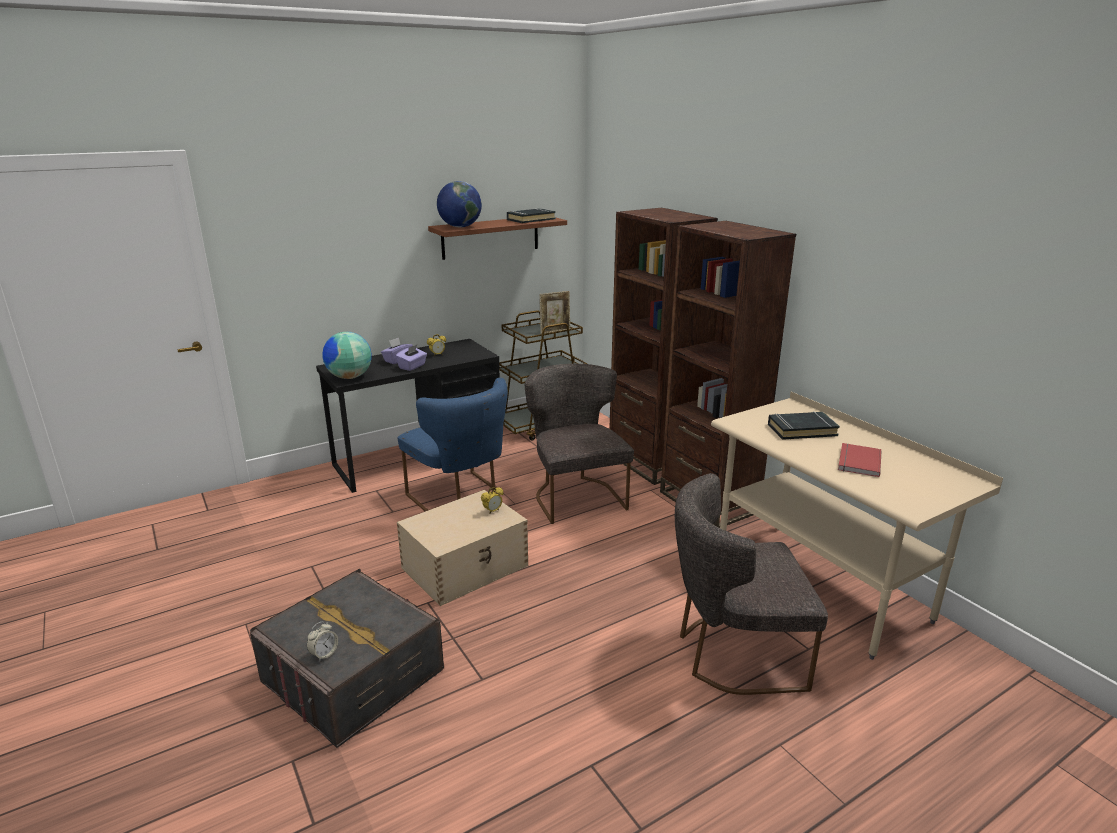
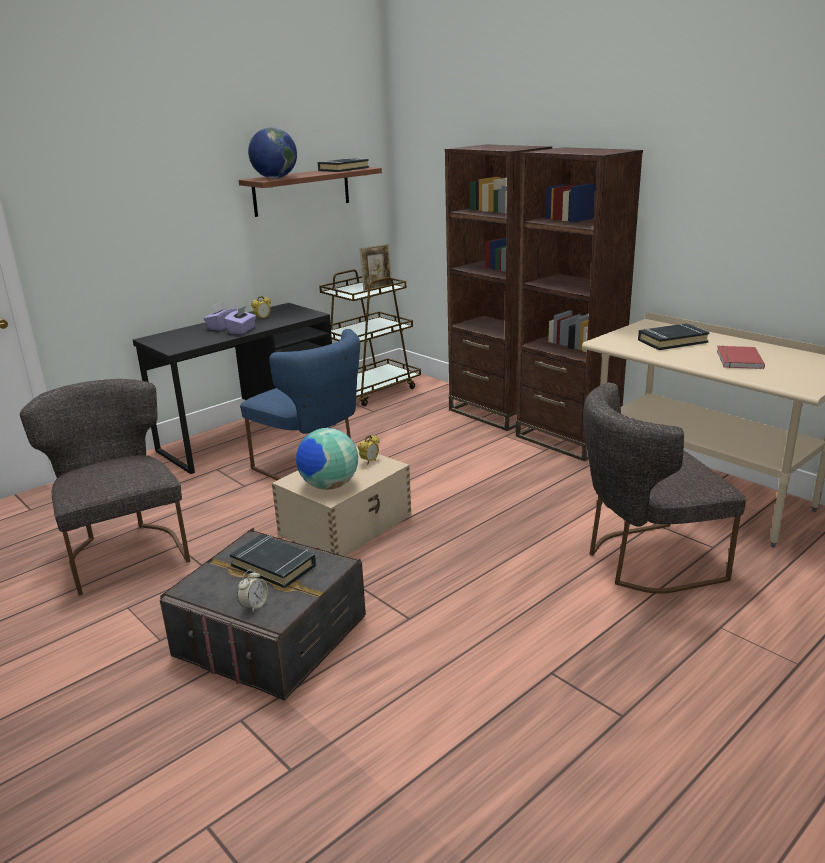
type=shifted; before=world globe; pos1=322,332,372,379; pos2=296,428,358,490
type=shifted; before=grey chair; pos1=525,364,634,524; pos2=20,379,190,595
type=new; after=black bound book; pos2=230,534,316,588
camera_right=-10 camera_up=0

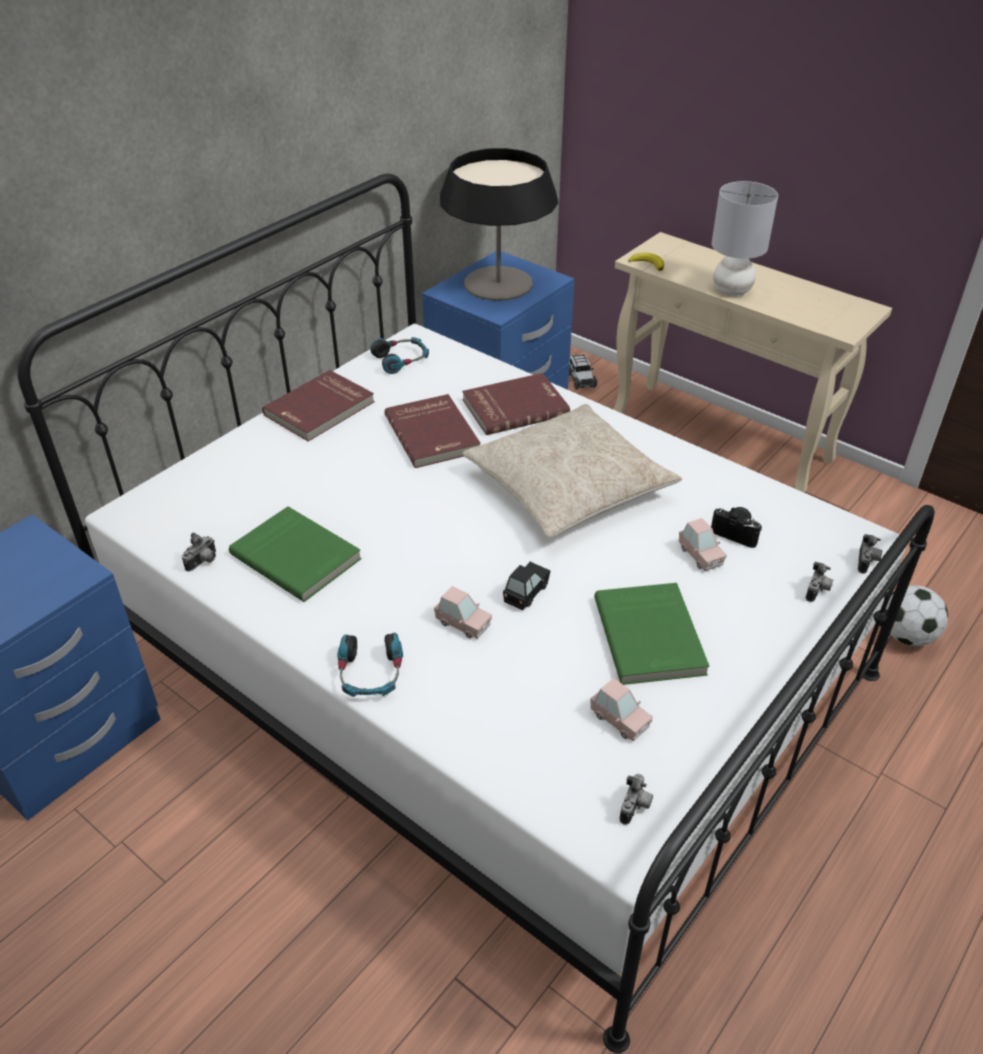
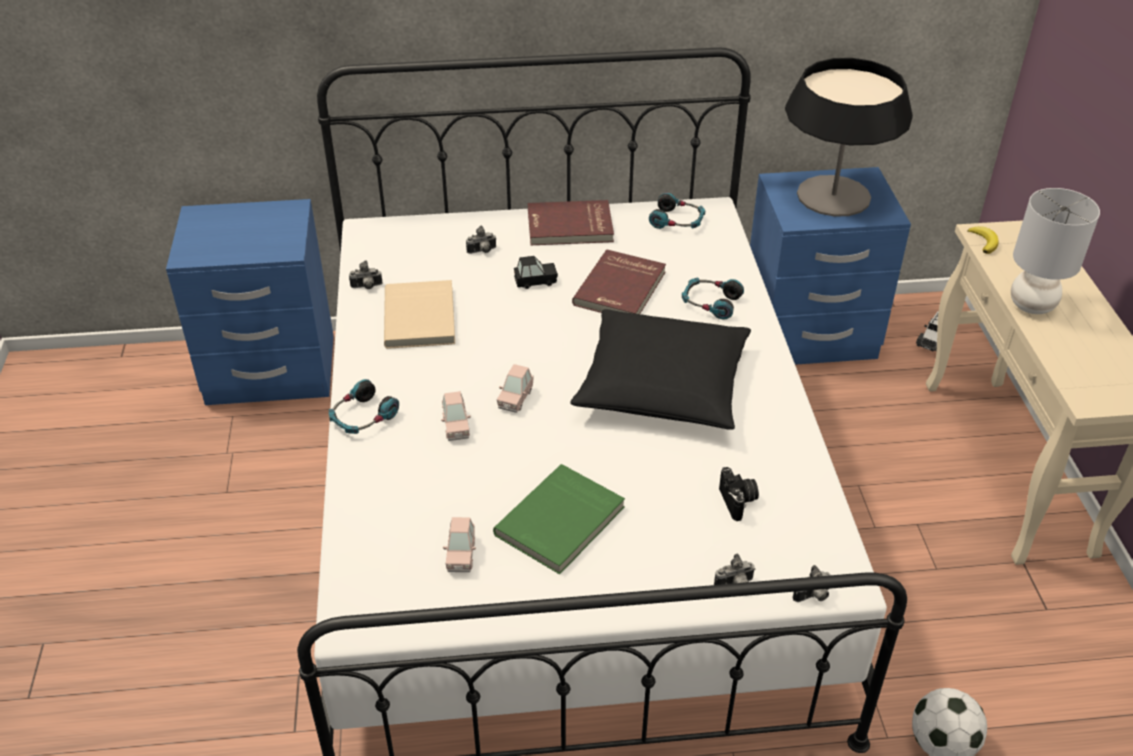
type=swapped; before=red bound book; after=headset; pos1=462,373,570,435; pos2=682,277,744,319
type=repainted; before=beige-coloured pillow; after=black pillow; pos1=462,404,682,538; pos2=570,309,751,430
type=repainted; before=green bound book; after=beige-coloured bound book; pos1=229,506,362,602; pos2=384,280,455,349
type=shifted; before=pink miniature car; pos1=679,518,727,571; pos2=497,364,534,413
type=shifted; before=black miniature car; pos1=503,562,550,610; pos2=514,256,558,289
type=shifted; before=photo camera; pos1=620,774,653,825; pos2=466,226,497,254
camera_right=45 camera_up=0

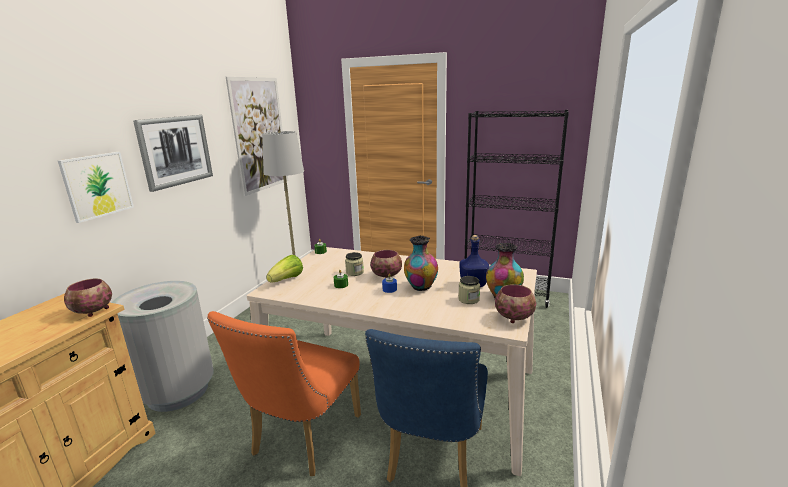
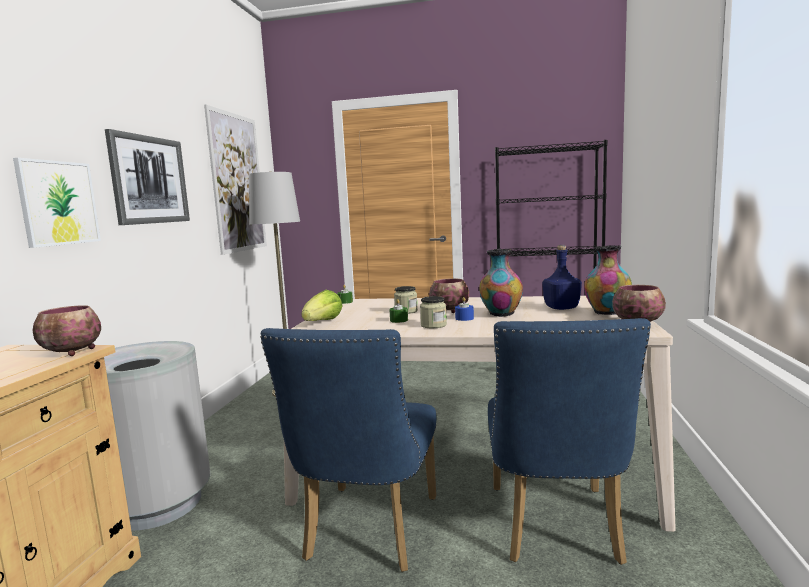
type=shifted; before=storage jar; pos1=458,276,480,304; pos2=420,296,447,328
type=repainted; before=orangey chair; after=blue-coloured chair; pos1=207,311,361,476; pos2=260,328,436,572
camera_right=-10 camera_up=-10

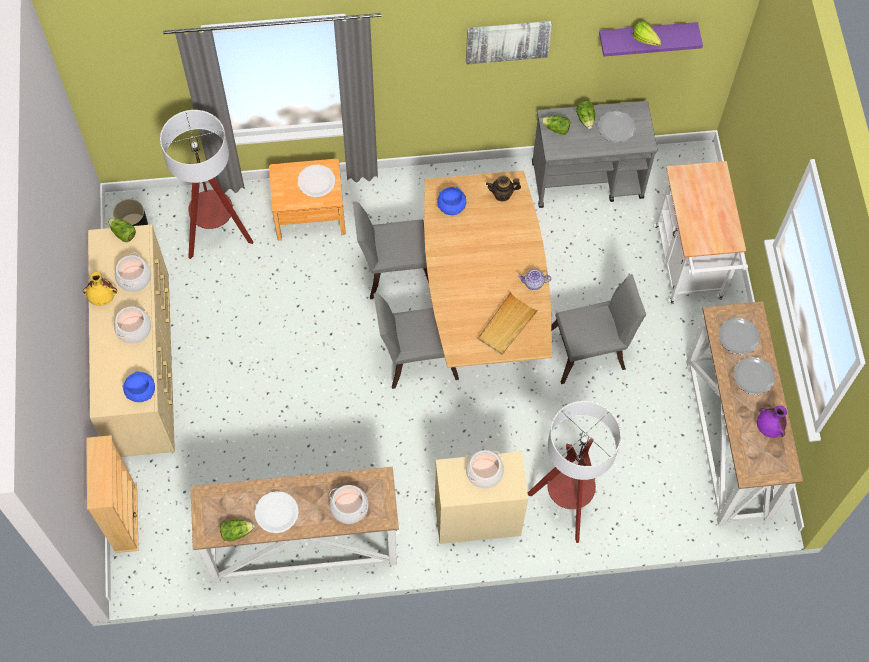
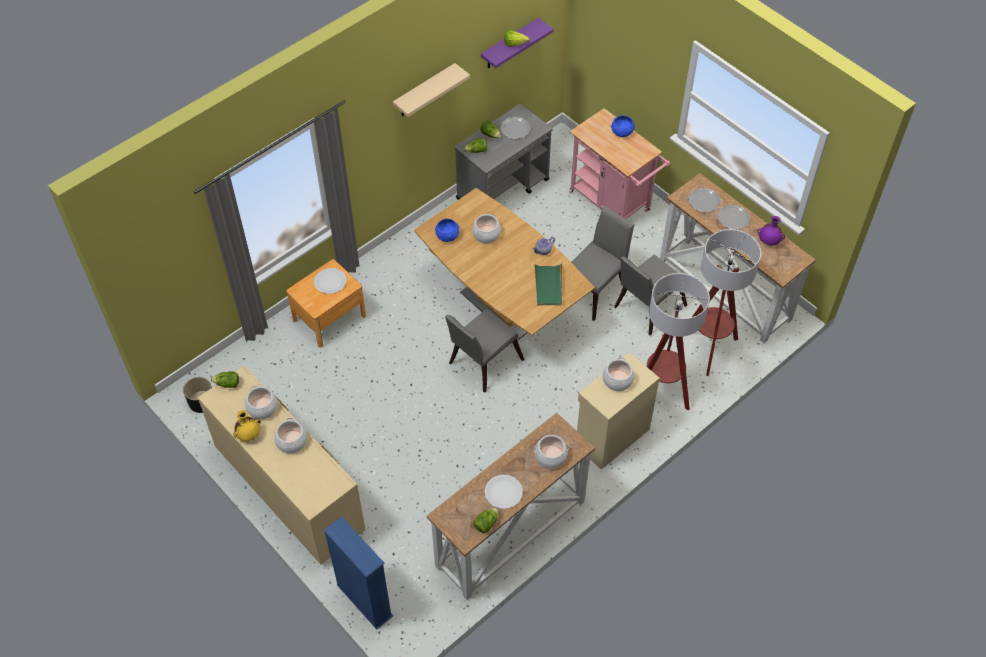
type=swapped; before=wall art; after=beige-coloured shelf; pos1=466,21,552,64; pos2=393,63,470,117
type=shifted; before=standard lamp; pos1=160,110,253,259; pos2=692,229,761,376
type=repainted; before=whitish cart; after=pink cart; pos1=653,161,748,304; pos2=569,108,670,219
type=gone; before=tea pot; pos1=486,176,521,202
type=shifted; before=grey chair; pos1=353,202,429,299; pos2=614,254,687,335
type=repainted; before=beige-coloured tray; after=green tray; pos1=478,292,538,355; pos2=534,263,562,305
type=shifted; before=blue-coloured serving bowl; pos1=122,371,155,402; pos2=611,115,635,137
type=repainted; before=beige-coloured shelving unit; after=blue-coloured shelving unit; pos1=86,435,139,553; pos2=324,516,393,629
type=new; after=stockpot; pos2=472,214,501,243
camera_right=-35 camera_up=-10

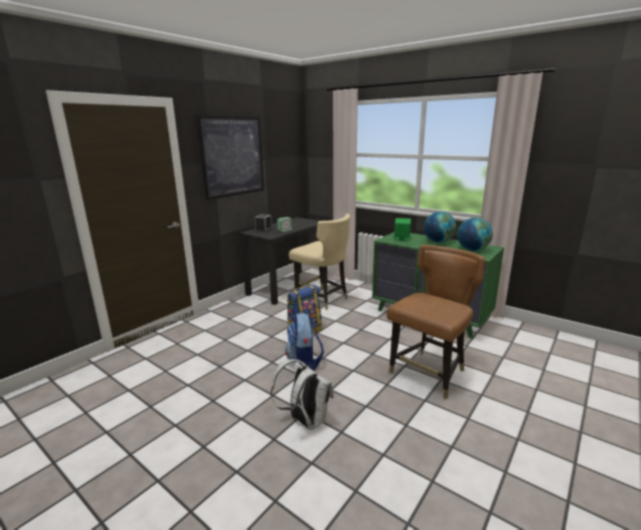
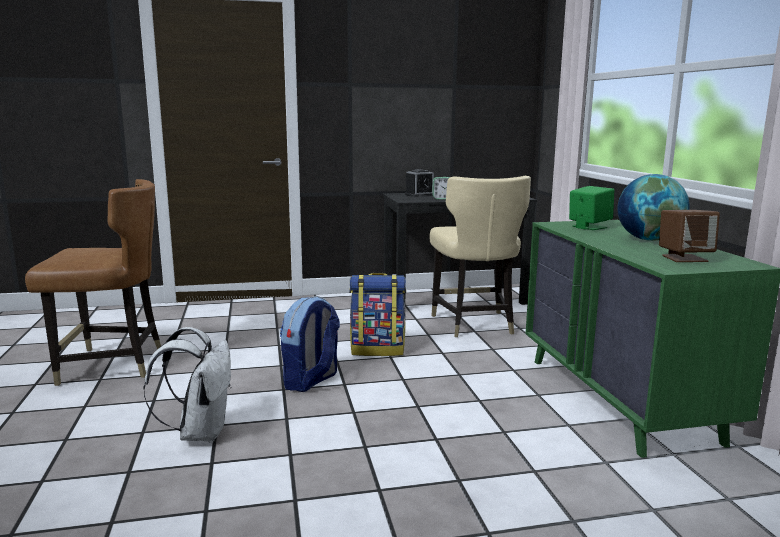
type=gone; before=wall art; pos1=197,116,264,200
type=swapped; before=world globe; after=brown-coloured speaker; pos1=457,218,493,251; pos2=659,210,720,262
type=shifted; before=brown-coloured chair; pos1=387,245,485,399; pos2=25,179,161,386
camera_right=40 camera_up=-5

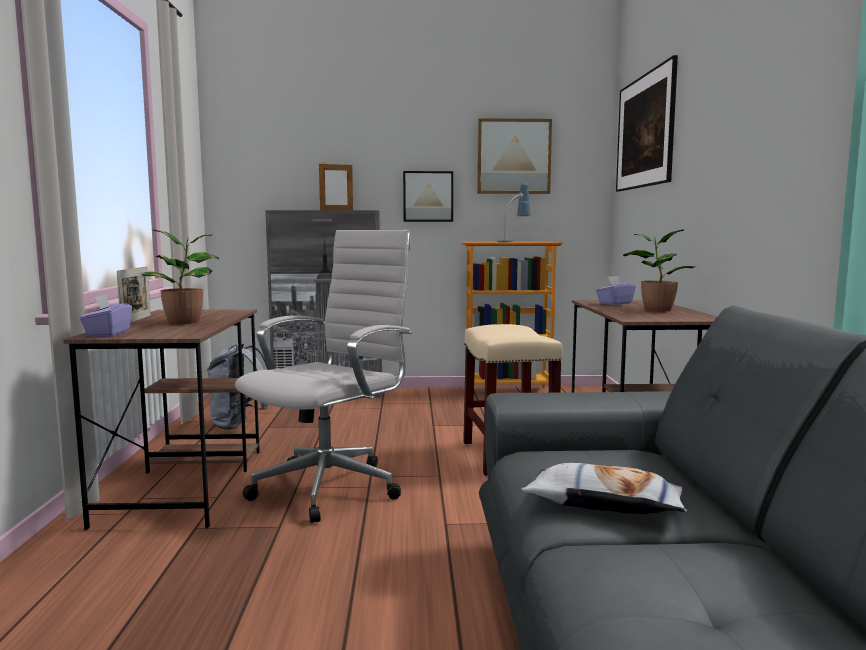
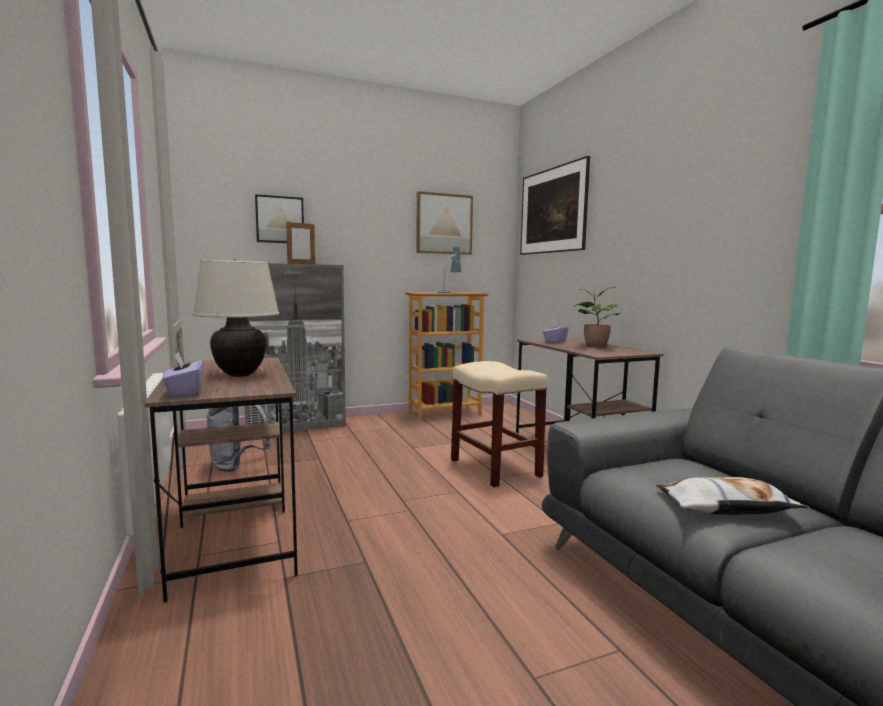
type=shifted; before=wall art; pos1=403,171,453,222; pos2=255,194,304,243
type=swapped; before=houseplant; after=beige-coloured tabletop lamp; pos1=139,229,219,324; pos2=193,259,280,377
type=gone; before=whitish computer chair; pos1=235,230,412,523
camera_right=-20 camera_up=0

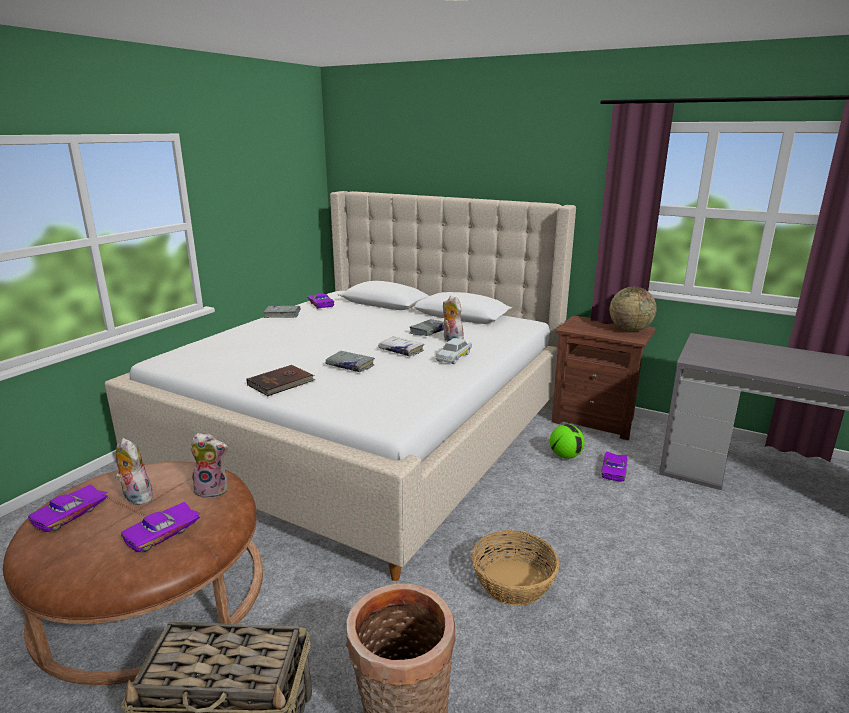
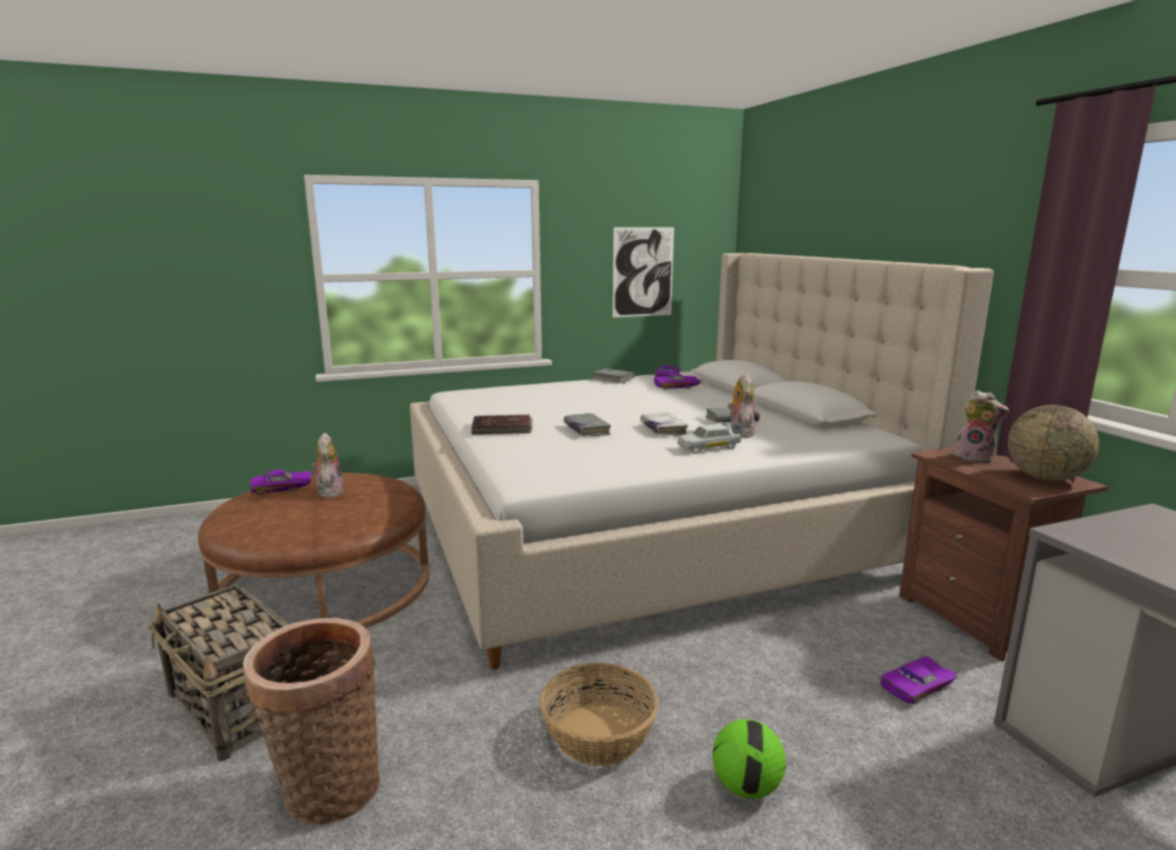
type=shifted; before=ball for football; pos1=550,424,585,459; pos2=713,719,786,799
type=shifted; before=cuddly toy; pos1=190,433,228,498; pos2=954,390,1009,463
type=shifted; before=purple-coloured miniature car; pos1=121,502,201,552; pos2=654,372,702,390
type=new; after=wall art; pos2=613,227,674,317
camera_right=40 camera_up=-5

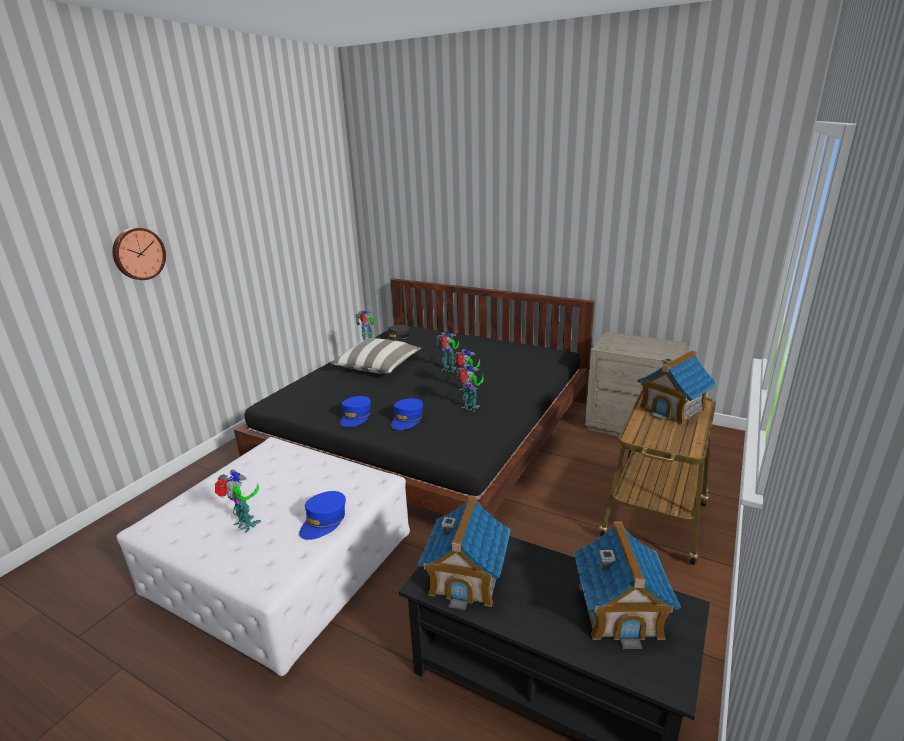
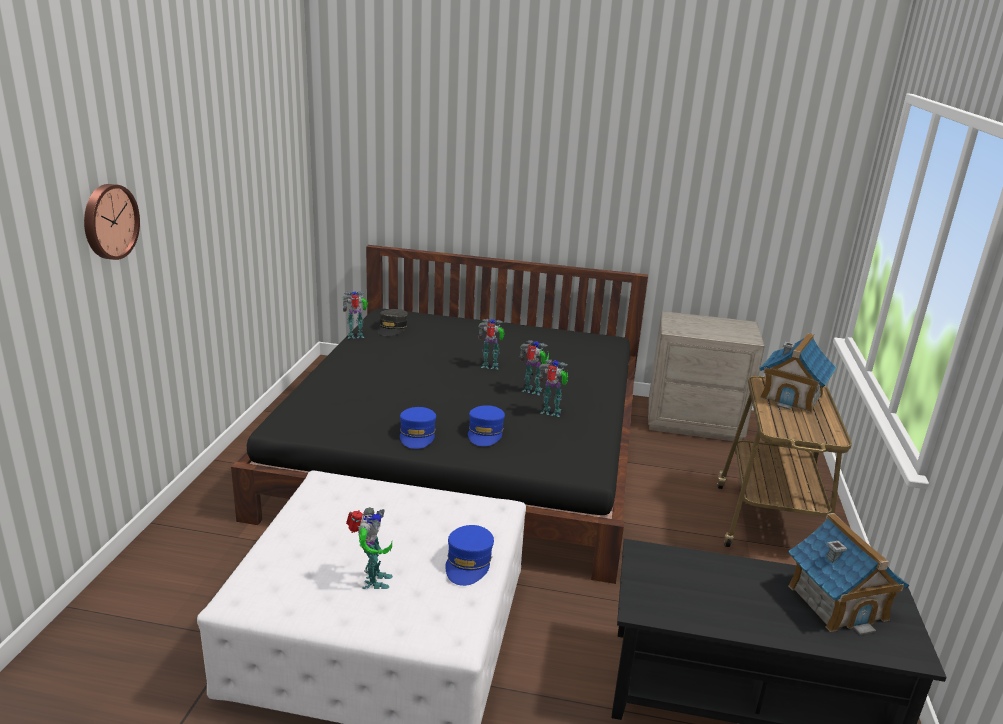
type=gone; before=pillow; pos1=330,338,421,374
type=rotated; before=robot figure; pos1=215,469,261,533; pos2=346,507,393,589; turn=75
type=gone; before=model house; pos1=418,495,511,610
camera_right=-20 camera_up=0

